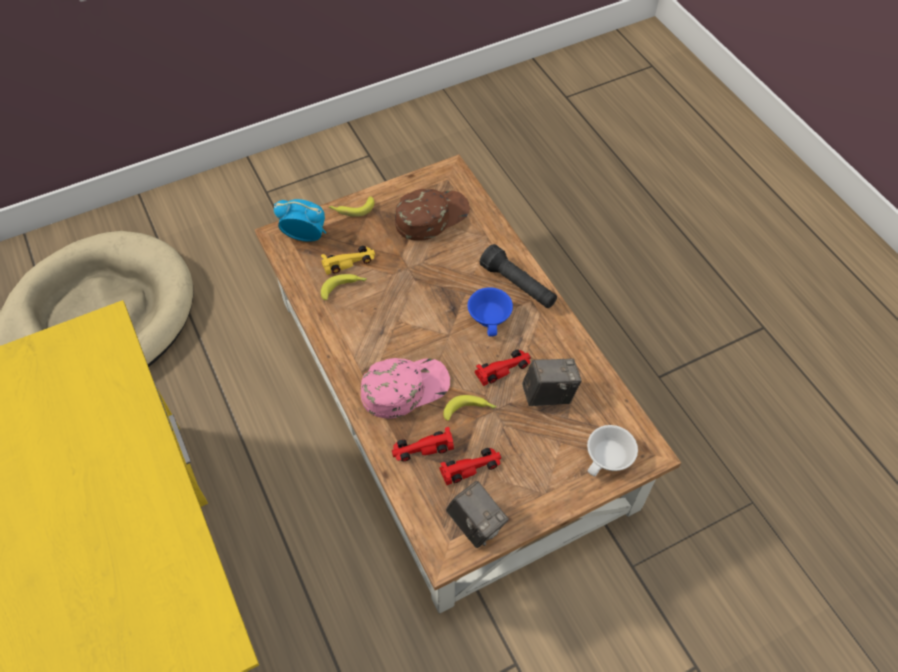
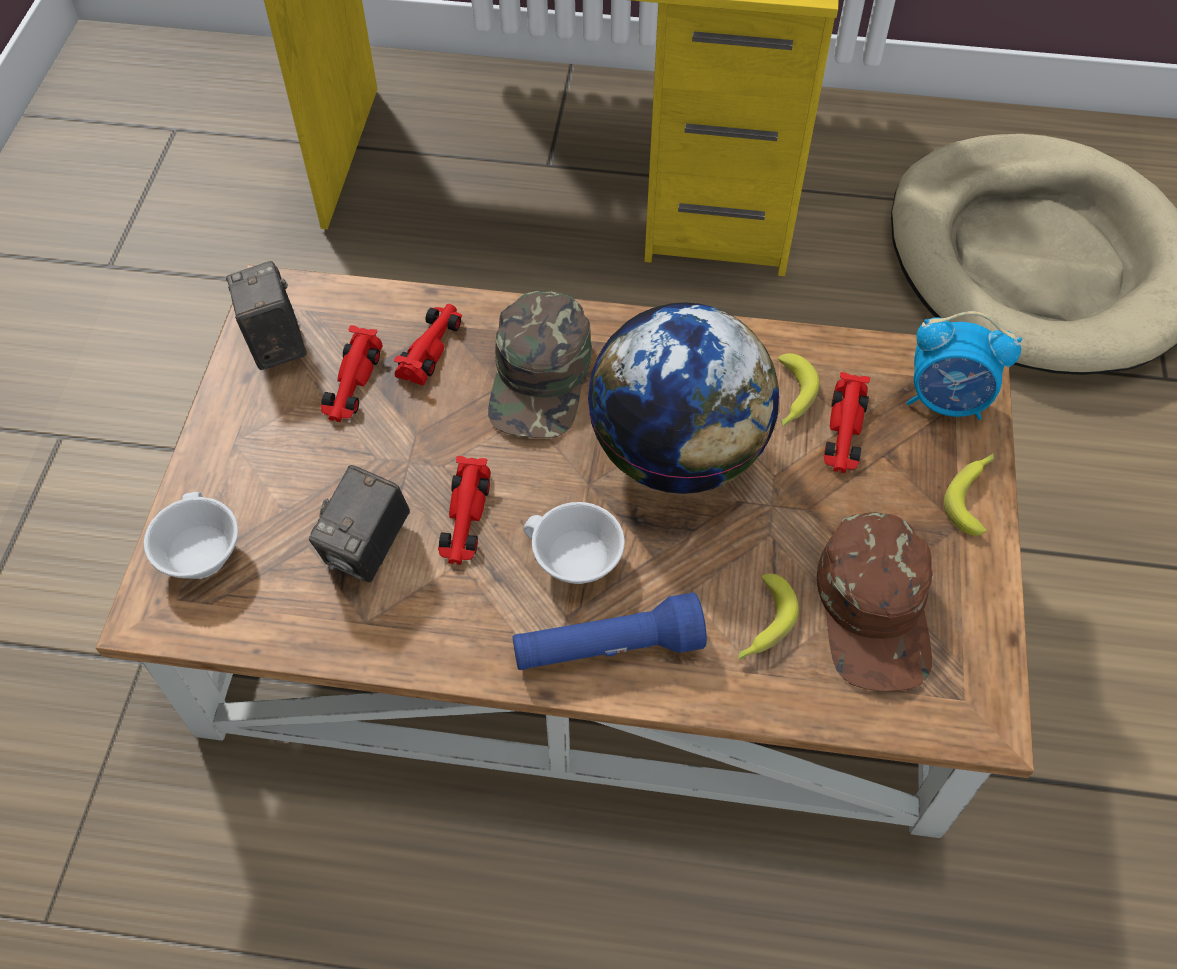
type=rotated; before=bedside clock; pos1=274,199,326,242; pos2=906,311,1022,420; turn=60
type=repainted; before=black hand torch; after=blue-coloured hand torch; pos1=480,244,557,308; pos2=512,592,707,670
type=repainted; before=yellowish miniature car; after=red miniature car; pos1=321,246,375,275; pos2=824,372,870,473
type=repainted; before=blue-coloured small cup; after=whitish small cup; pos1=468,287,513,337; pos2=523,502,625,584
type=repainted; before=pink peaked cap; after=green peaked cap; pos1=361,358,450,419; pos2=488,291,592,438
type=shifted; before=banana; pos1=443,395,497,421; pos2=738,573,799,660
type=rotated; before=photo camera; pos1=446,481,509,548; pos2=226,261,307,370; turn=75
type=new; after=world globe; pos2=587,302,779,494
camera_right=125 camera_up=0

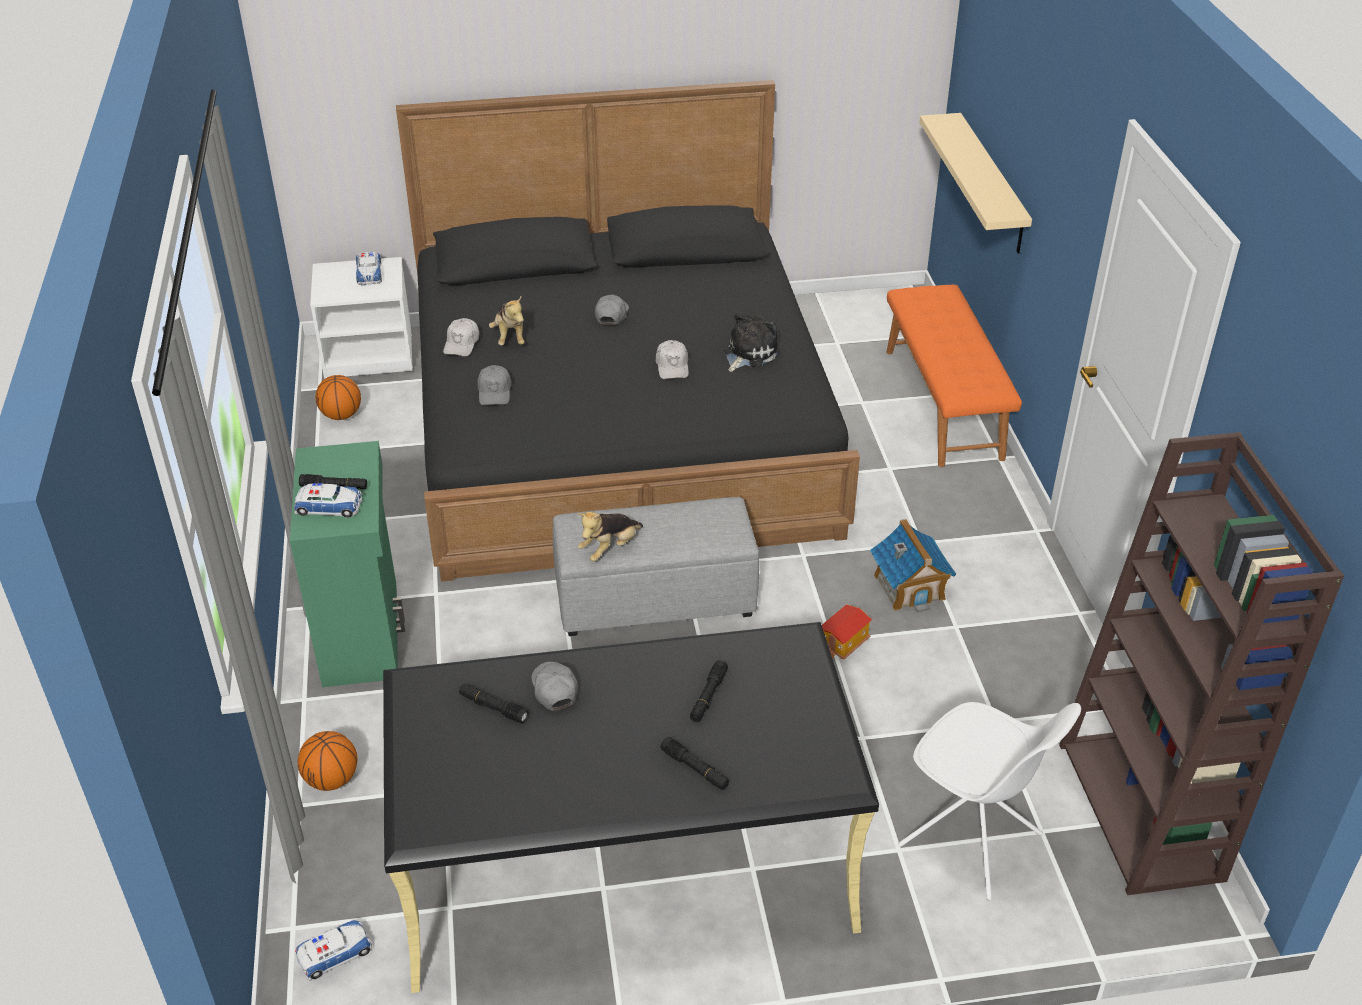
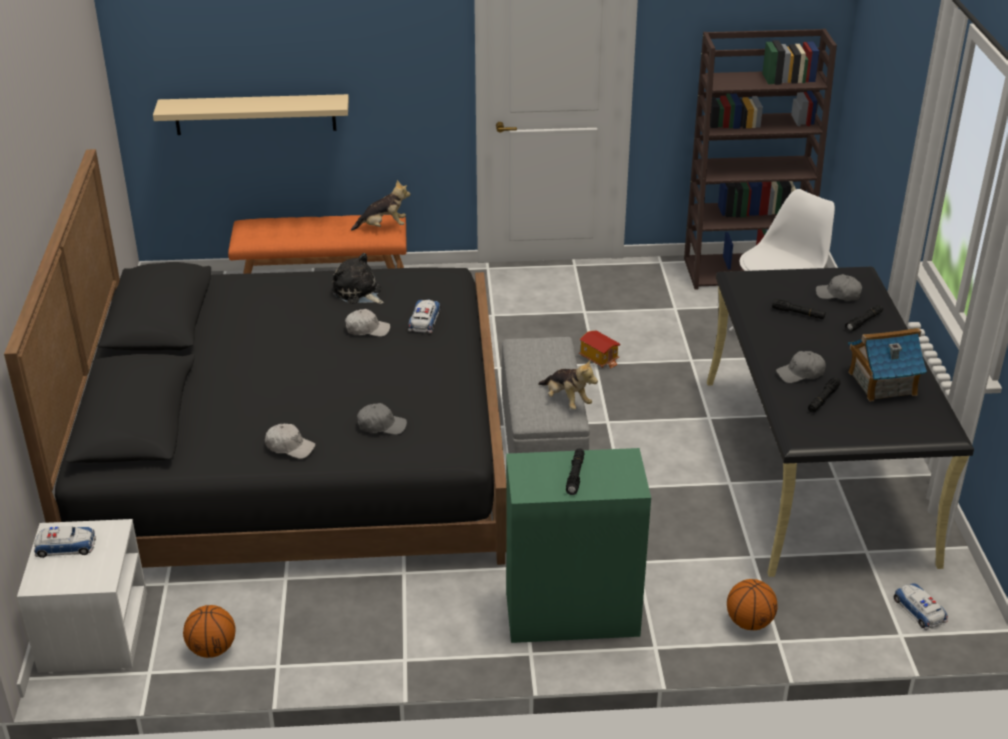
type=shifted; before=grey peaked cap; pos1=595,294,629,325; pos2=816,274,862,301
type=shifted; before=cuddly toy; pos1=489,296,525,345; pos2=351,180,410,231
type=shifted; before=miniature car; pos1=294,483,362,518; pos2=408,300,441,333
type=shifted; before=model house; pos1=870,519,956,612; pos2=848,328,927,402
camera_right=-85 camera_up=-5

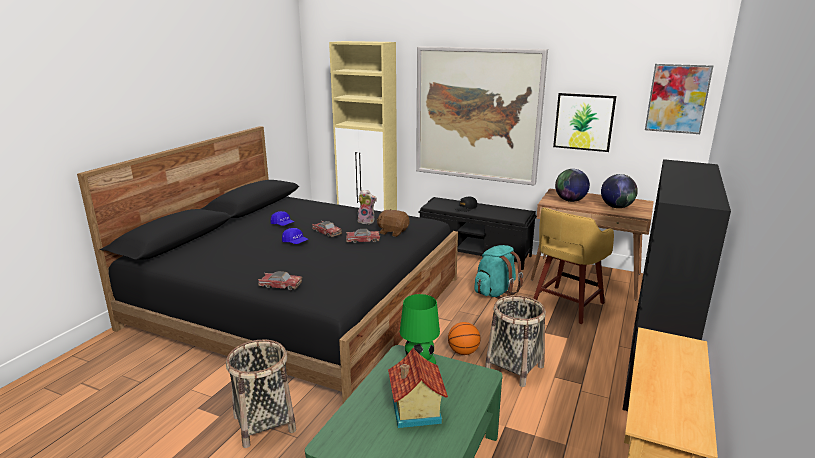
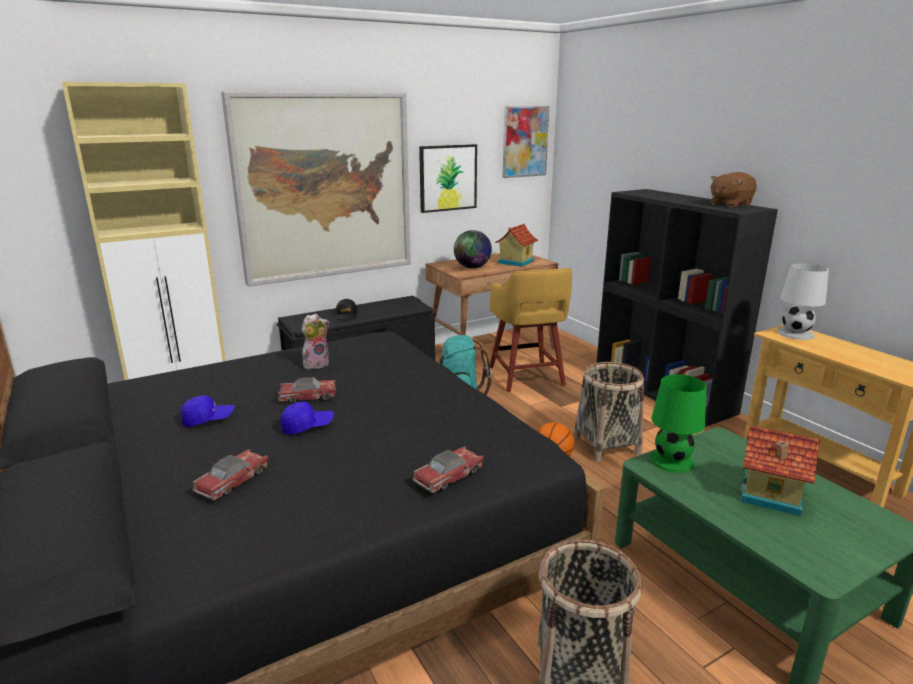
type=swapped; before=world globe; after=model house; pos1=601,174,638,208; pos2=495,224,538,267
type=shifted; before=brown-coloured cuddly toy; pos1=377,209,410,237; pos2=710,172,757,207
type=shifted; before=miniature car; pos1=346,229,380,243; pos2=192,449,268,500
type=new; after=whitish tabletop lamp; pos2=777,263,829,340
camera_right=-55 camera_up=0

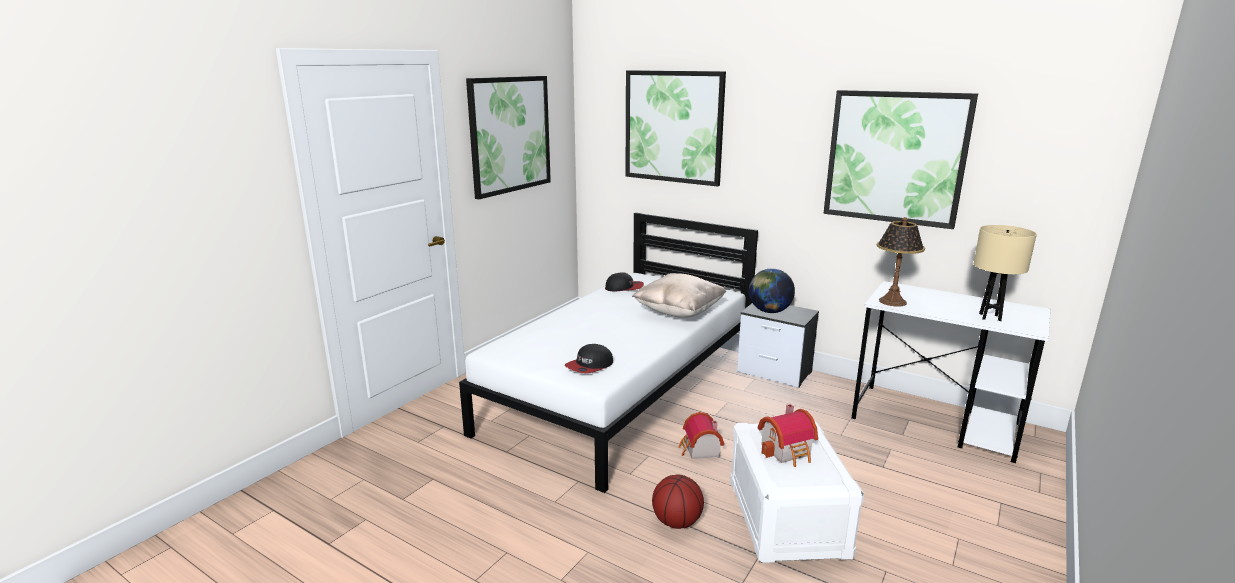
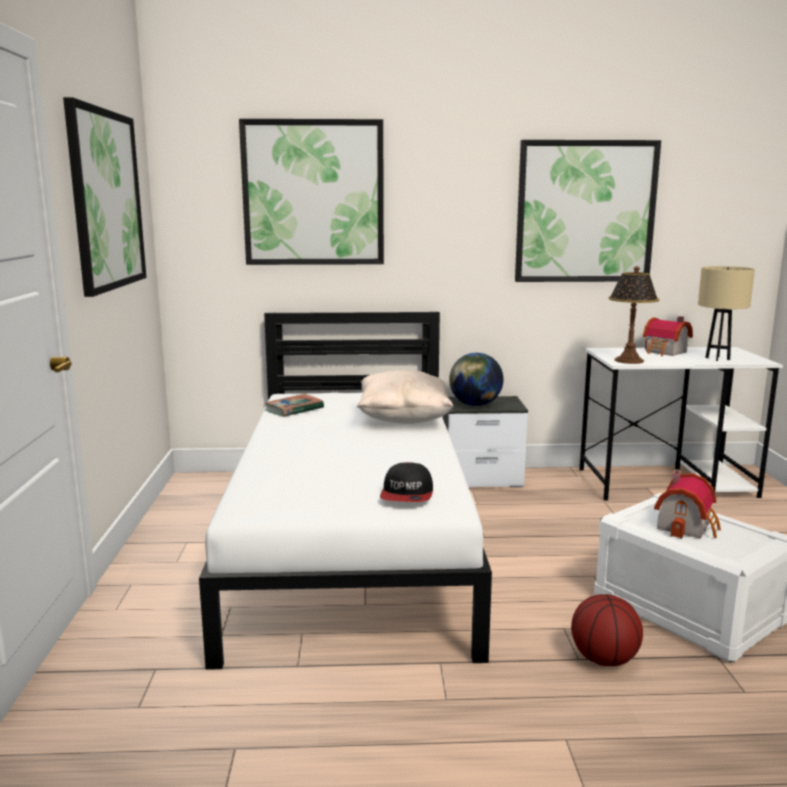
type=swapped; before=peaked cap; after=bound book; pos1=605,272,644,291; pos2=264,394,324,417
type=shifted; before=model house; pos1=678,412,724,459; pos2=643,316,693,356
camera_right=-35 camera_up=-5

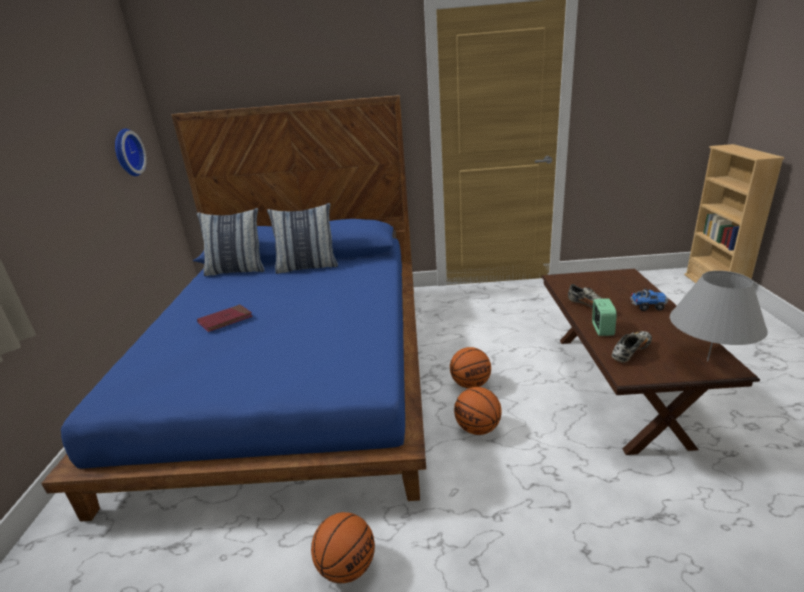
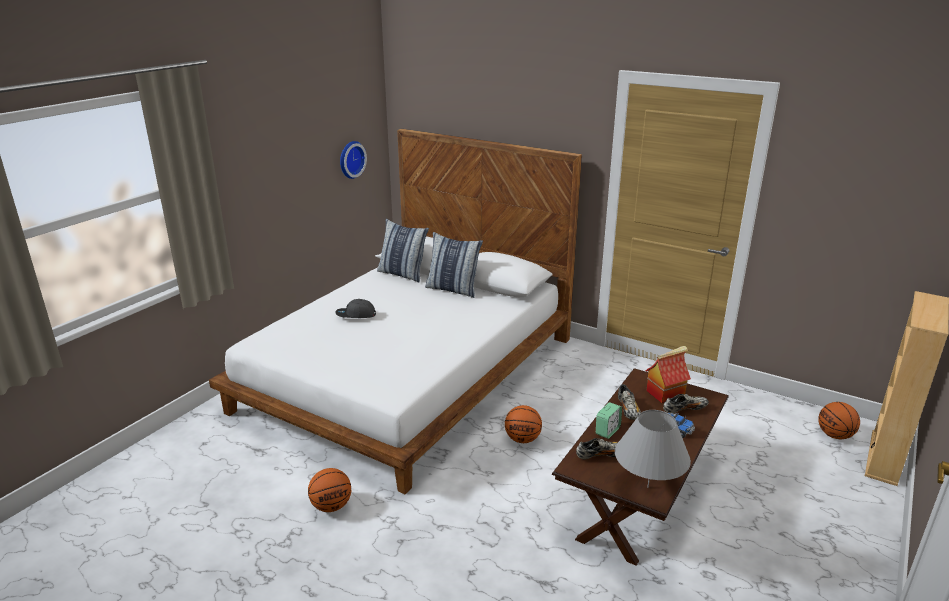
type=repainted; before=blue-coloured bed; after=whitish bed; pos1=41,95,426,522; pos2=209,129,582,494
type=swapped; before=red bound book; after=grey peaked cap; pos1=197,304,253,332; pos2=335,299,376,318
type=shifted; before=basketball; pos1=454,387,502,435; pos2=818,402,860,439
type=new; after=model house; pos2=645,346,691,403
type=new; after=low shoe; pos2=663,394,709,413
camera_right=30 camera_up=0

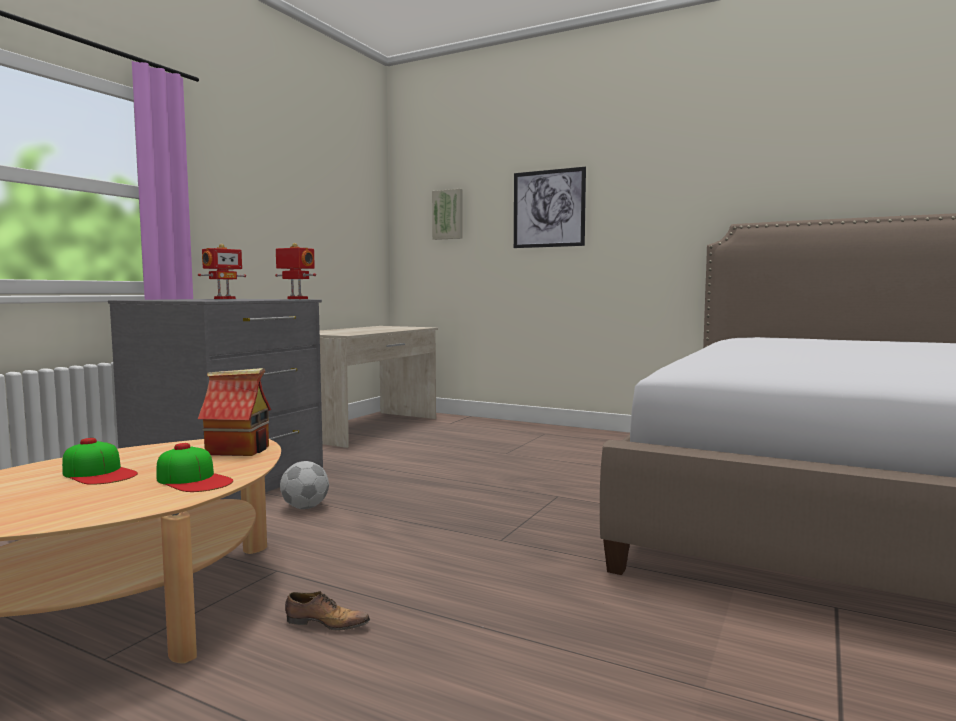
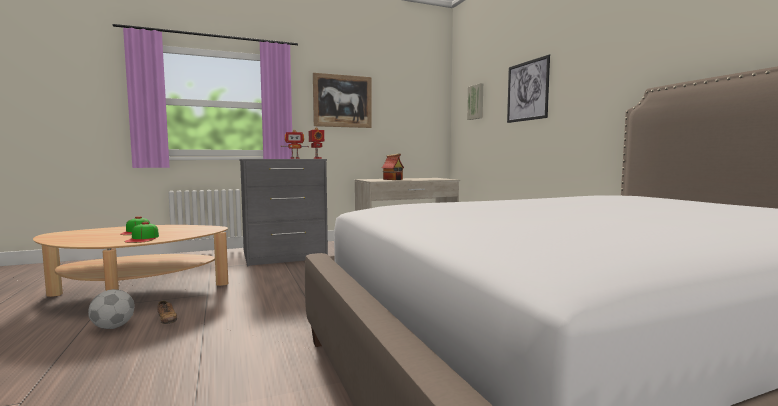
type=shifted; before=model house; pos1=198,368,271,456; pos2=382,153,404,180
type=shifted; before=ball for football; pos1=280,461,329,509; pos2=88,289,134,329
type=new; after=wall art; pos2=313,73,372,128
camera_right=40 camera_up=0

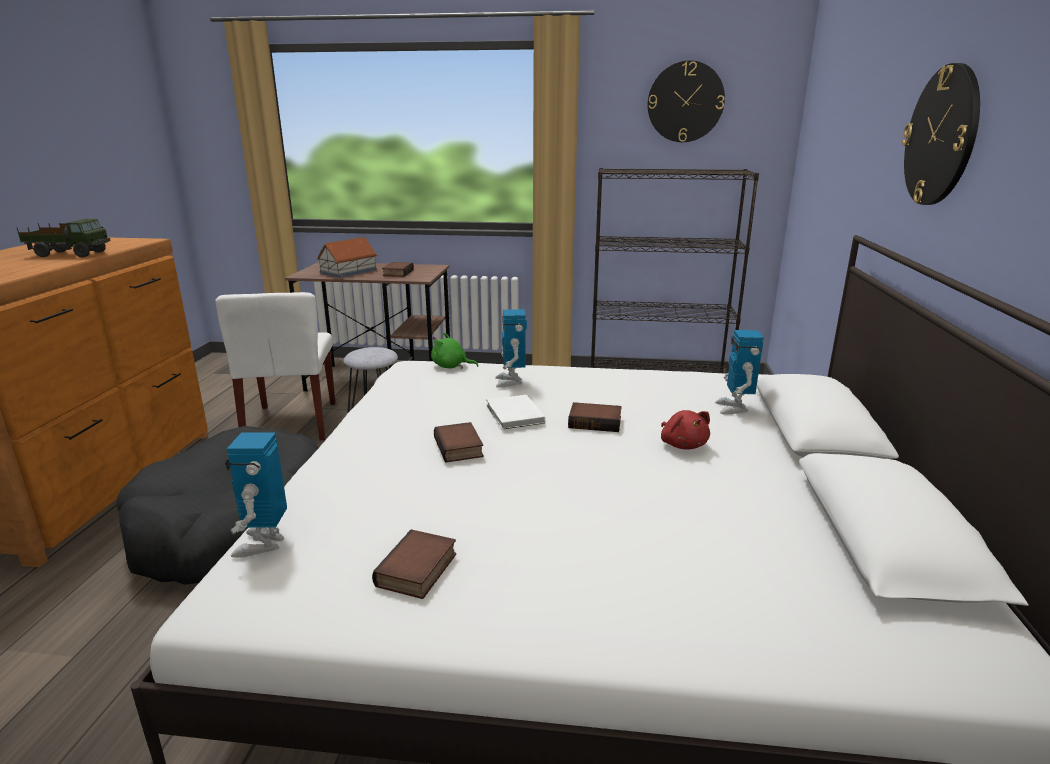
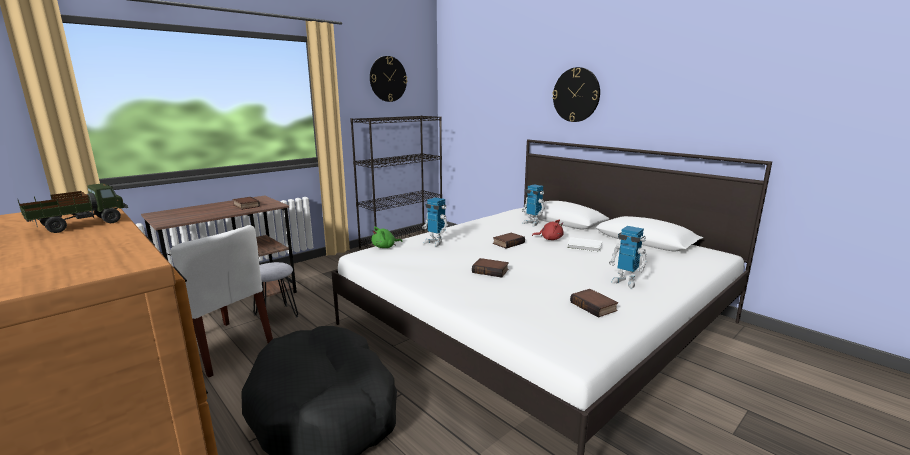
type=gone; before=model house; pos1=316,237,377,278
type=shifted; before=whitish bound book; pos1=486,395,545,430; pos2=567,237,602,252
type=shifted; before=robot figure; pos1=225,432,287,558; pos2=609,226,648,288
camera_right=-50 camera_up=-5

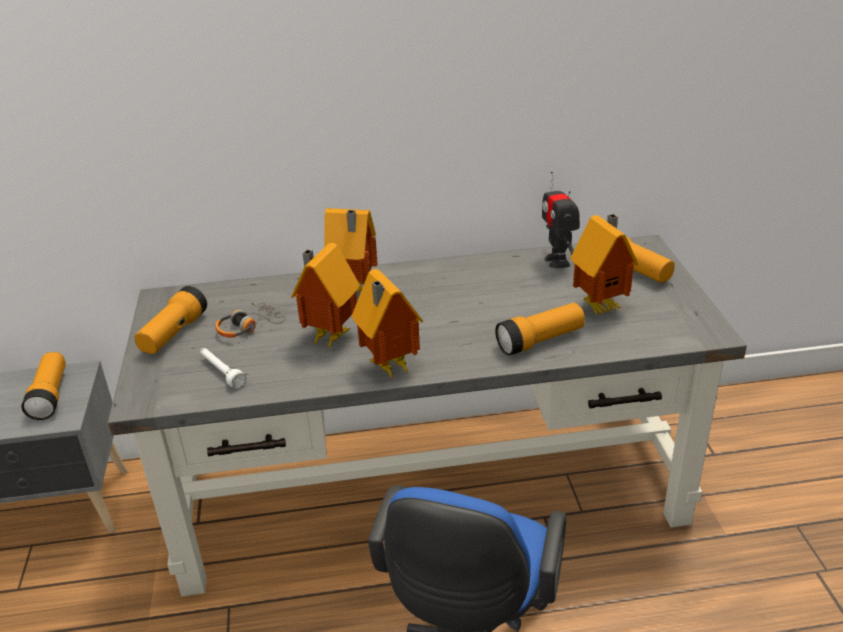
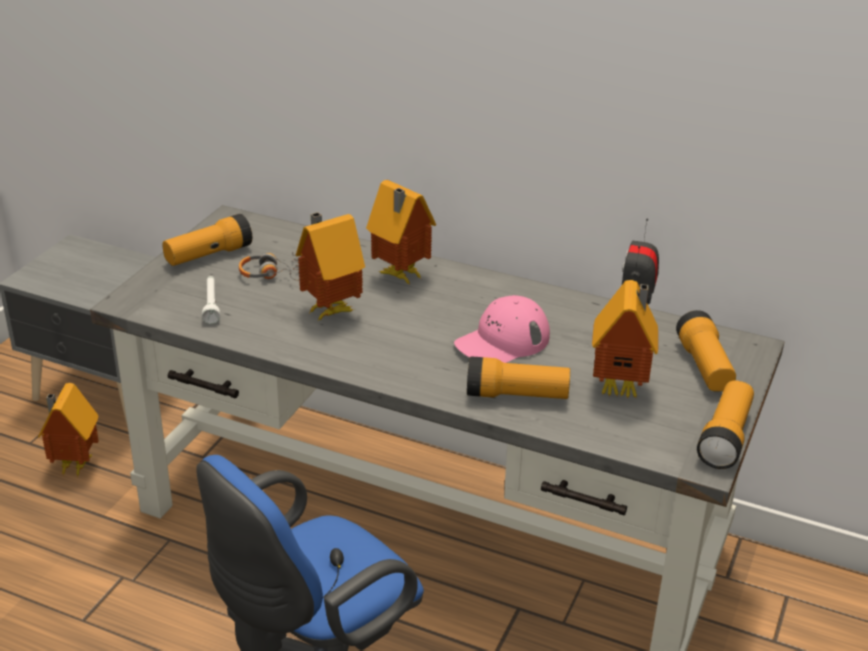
type=shifted; before=model house; pos1=352,269,423,379; pos2=38,383,99,477
type=shifted; before=hand torch; pos1=22,352,66,420; pos2=697,380,754,469
type=new; after=pink peaked cap; pos2=454,295,550,363
camera_right=30 camera_up=0

